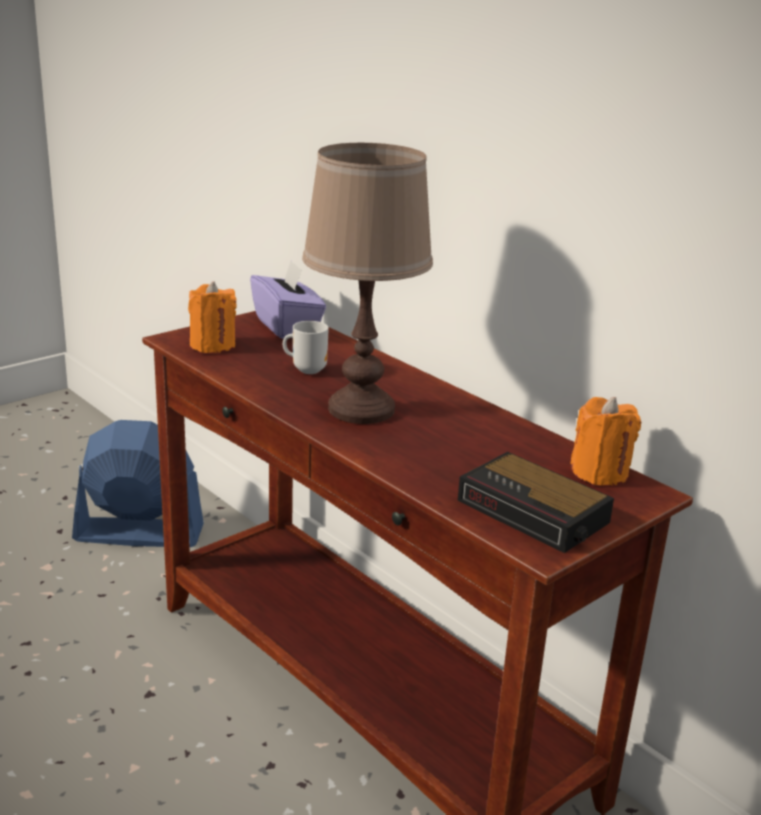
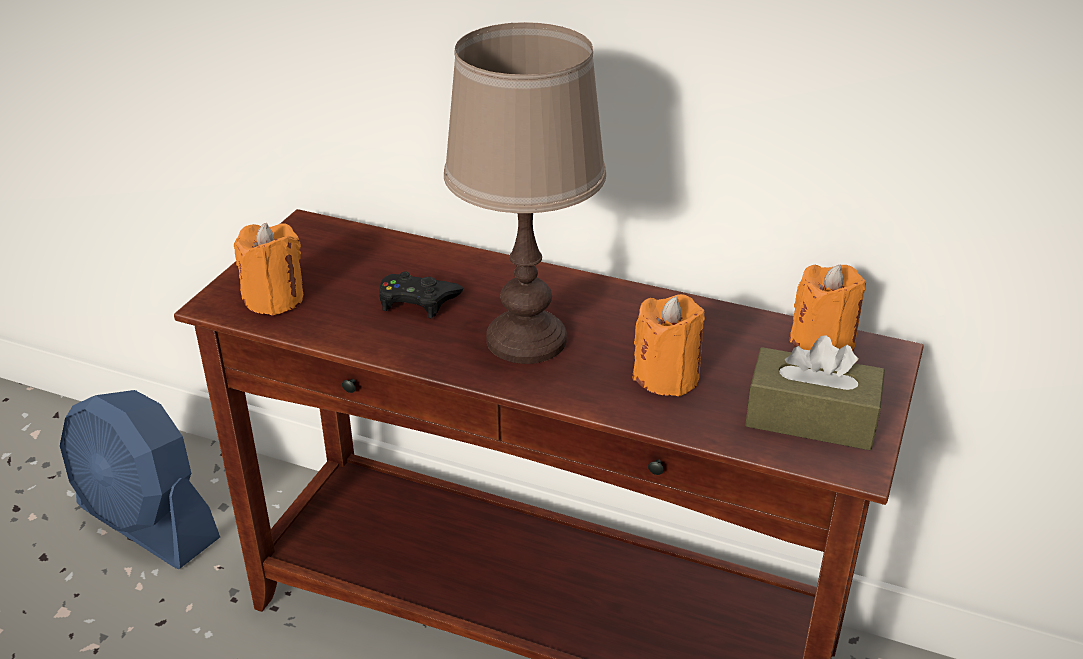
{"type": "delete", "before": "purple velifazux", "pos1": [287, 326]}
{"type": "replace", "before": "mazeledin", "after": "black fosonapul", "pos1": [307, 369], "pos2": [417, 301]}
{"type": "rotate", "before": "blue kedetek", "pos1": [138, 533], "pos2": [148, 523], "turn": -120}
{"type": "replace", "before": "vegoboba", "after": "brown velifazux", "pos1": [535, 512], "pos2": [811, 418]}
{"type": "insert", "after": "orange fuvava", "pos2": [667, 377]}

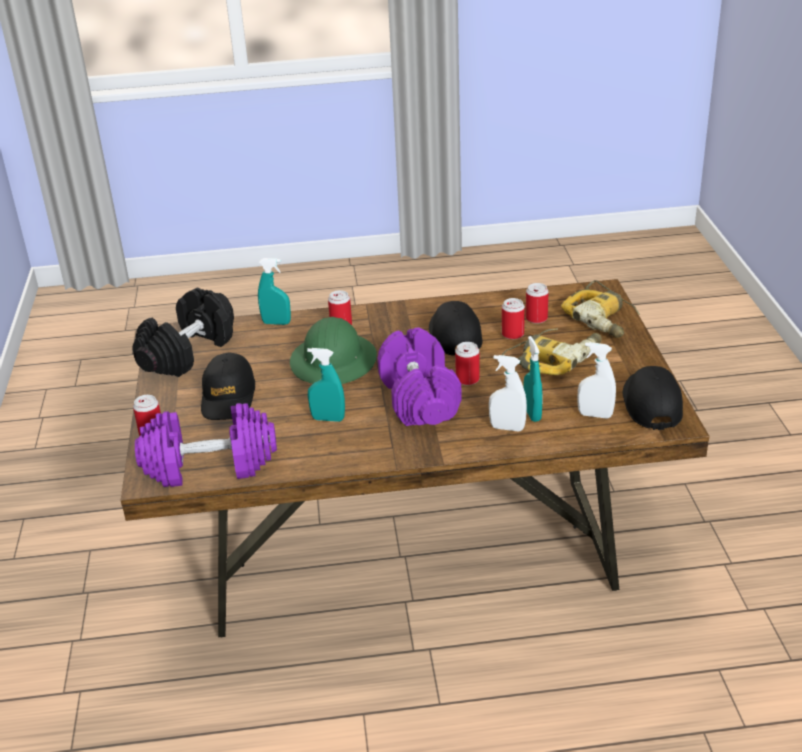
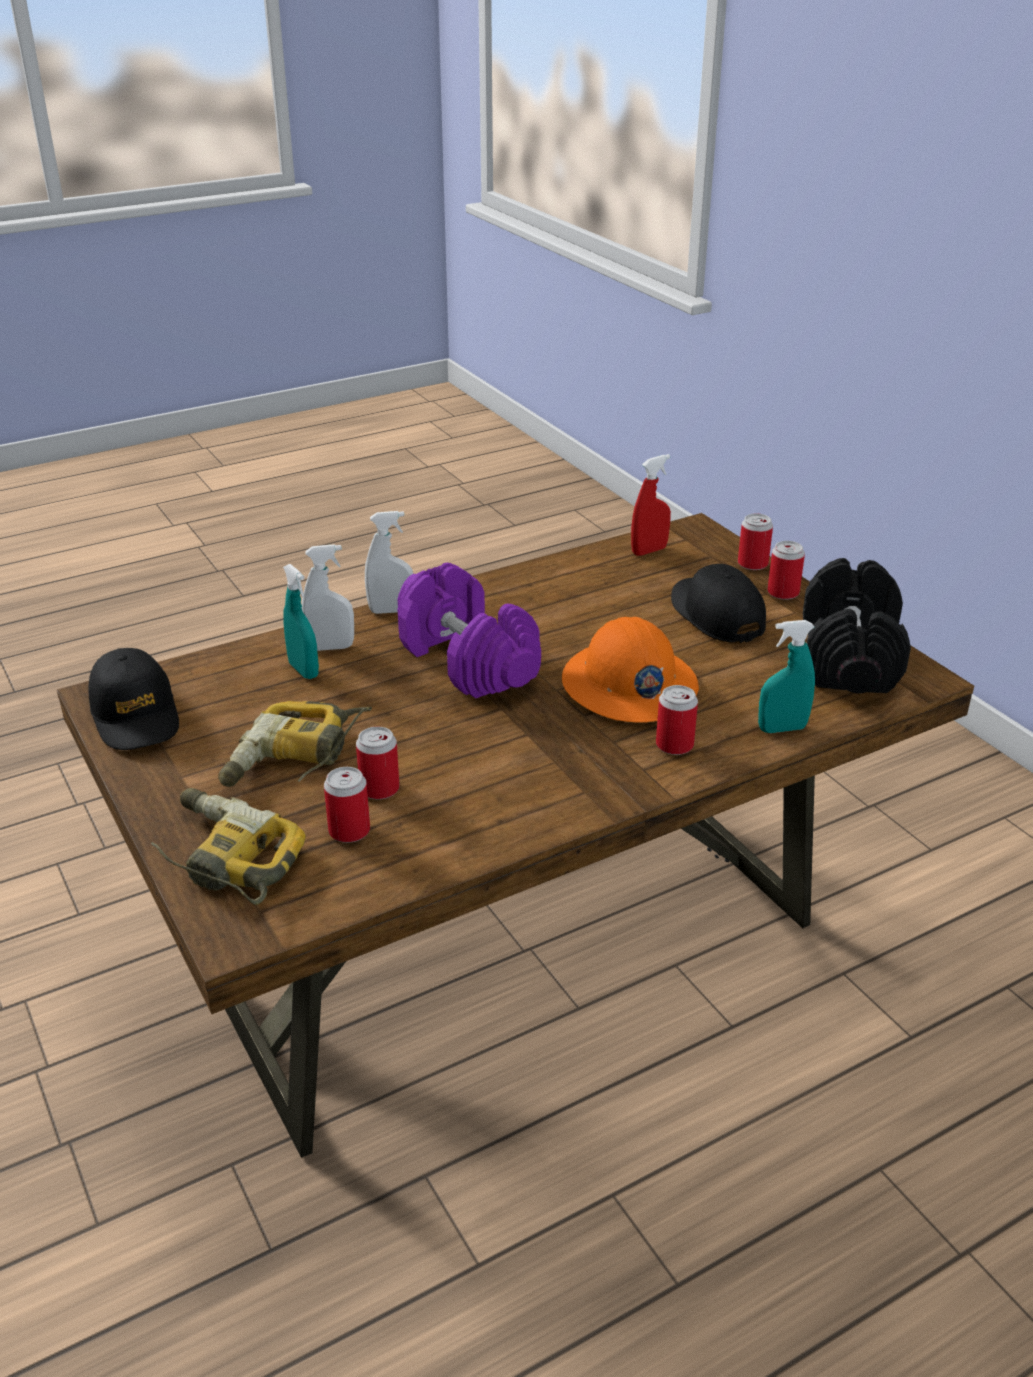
{"type": "delete", "before": "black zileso", "pos1": [454, 335]}
{"type": "recolor", "before": "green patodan", "after": "orange patodan", "pos1": [334, 361], "pos2": [628, 686]}
{"type": "move", "before": "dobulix", "pos1": [467, 379], "pos2": [783, 593]}
{"type": "move", "before": "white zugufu", "pos1": [595, 415], "pos2": [391, 611]}
{"type": "delete", "before": "turquoise zugufu", "pos1": [328, 419]}
{"type": "replace", "before": "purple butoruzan", "after": "red zugufu", "pos1": [210, 465], "pos2": [649, 551]}

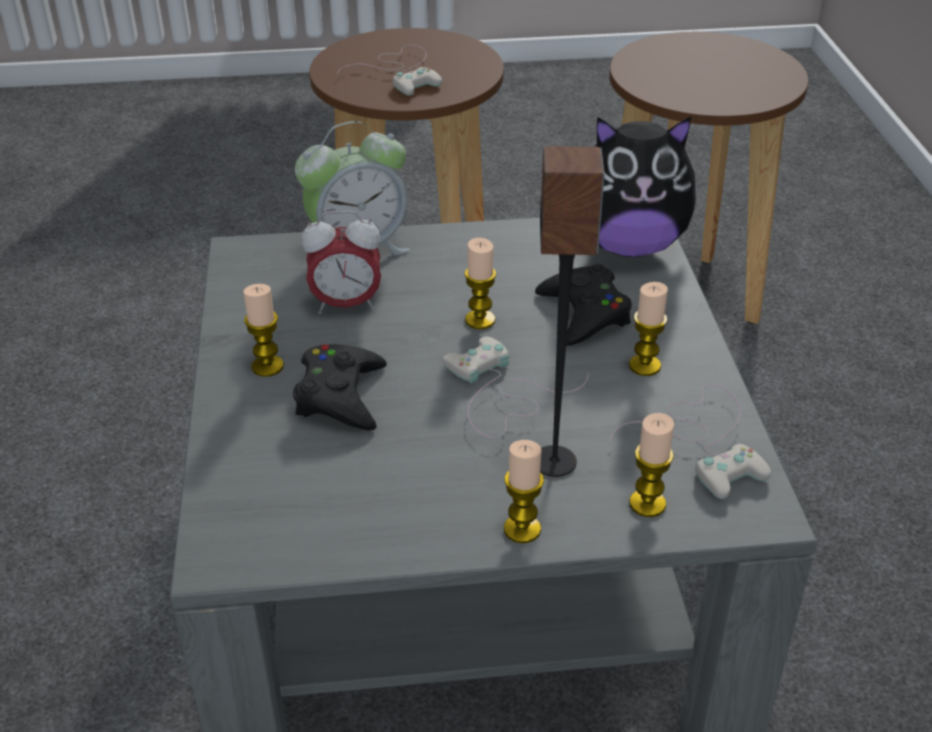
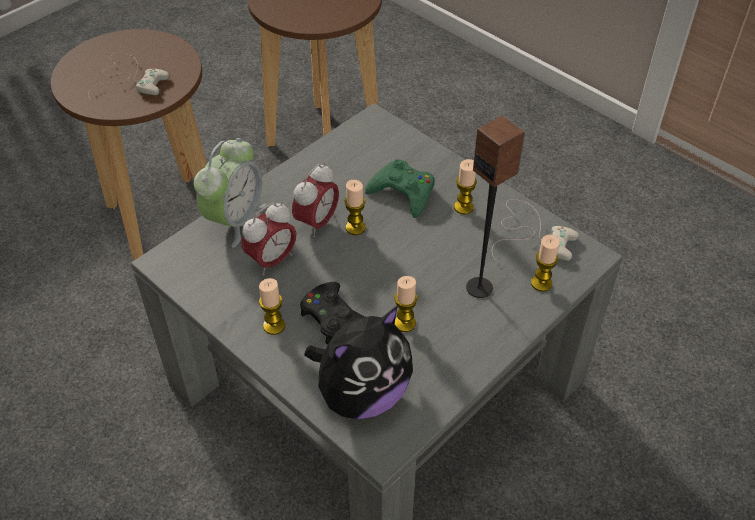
{"type": "move", "before": "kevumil", "pos1": [629, 246], "pos2": [362, 394]}
{"type": "recolor", "before": "black fosonapul", "after": "green fosonapul", "pos1": [584, 313], "pos2": [403, 192]}
{"type": "delete", "before": "white fosonapul", "pos1": [501, 394]}
{"type": "move", "before": "fuvava", "pos1": [522, 529], "pos2": [405, 323]}
{"type": "insert", "after": "vegoboba", "pos2": [317, 223]}

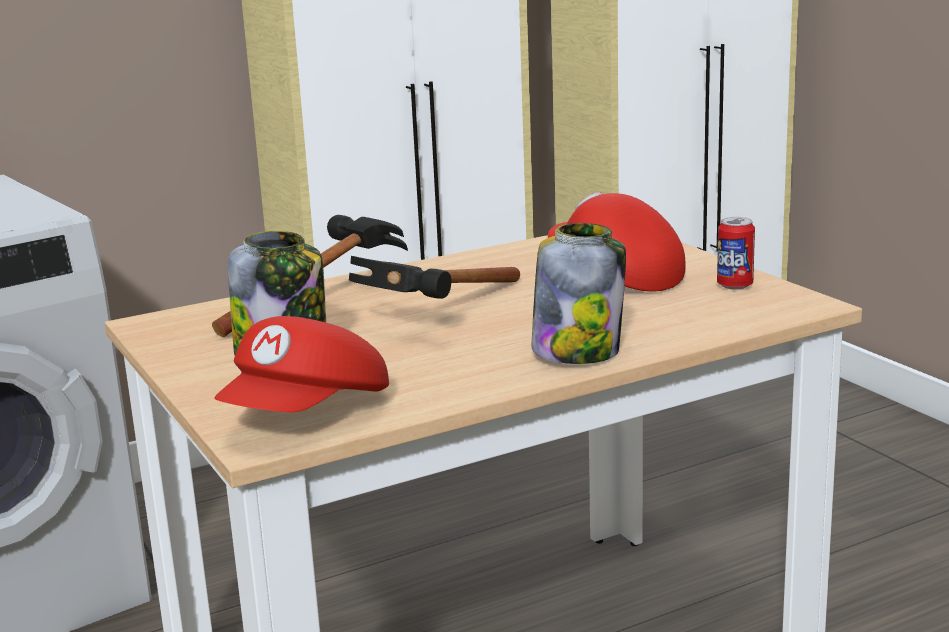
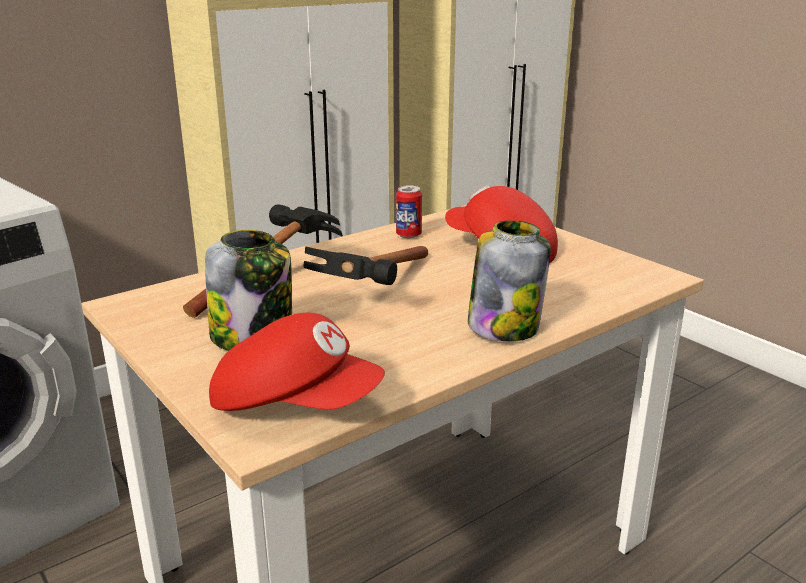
{"type": "move", "before": "dobulix", "pos1": [734, 285], "pos2": [408, 235]}
{"type": "rotate", "before": "red zileso", "pos1": [308, 414], "pos2": [296, 403], "turn": -90}

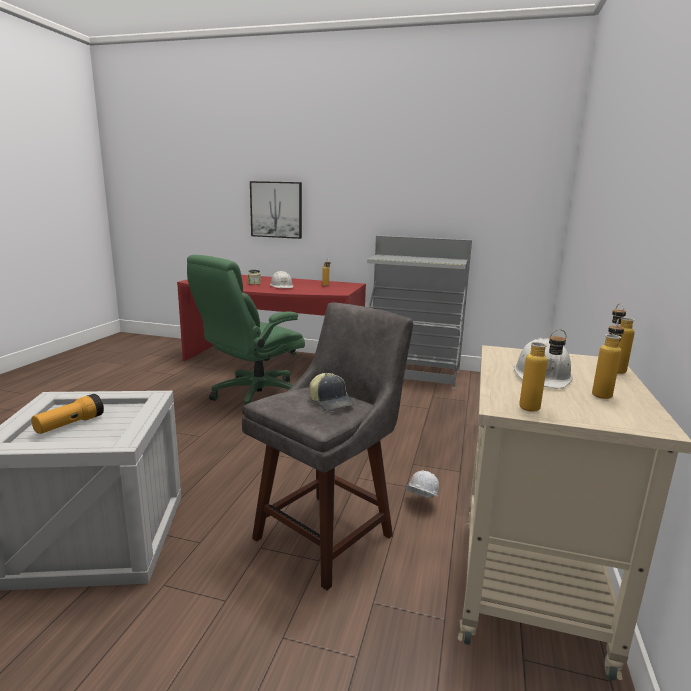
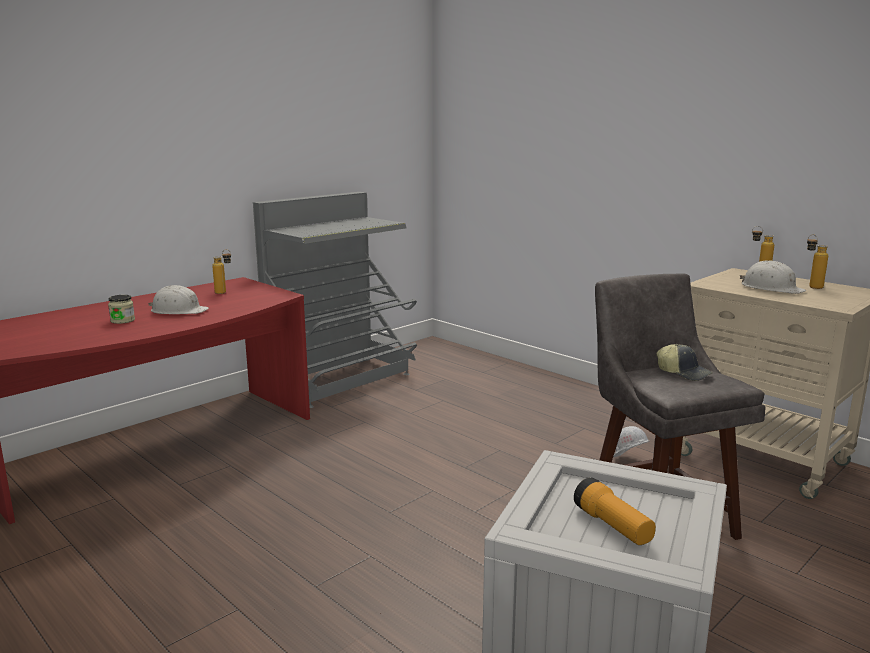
{"type": "delete", "before": "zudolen", "pos1": [276, 209]}
{"type": "delete", "before": "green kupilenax", "pos1": [252, 397]}
{"type": "delete", "before": "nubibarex", "pos1": [537, 407]}
{"type": "rotate", "before": "zileso", "pos1": [331, 402], "pos2": [684, 373], "turn": 45}

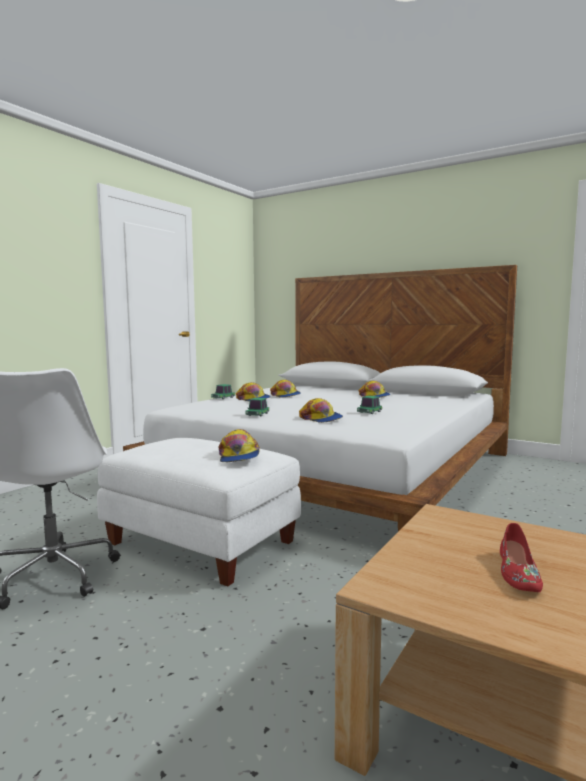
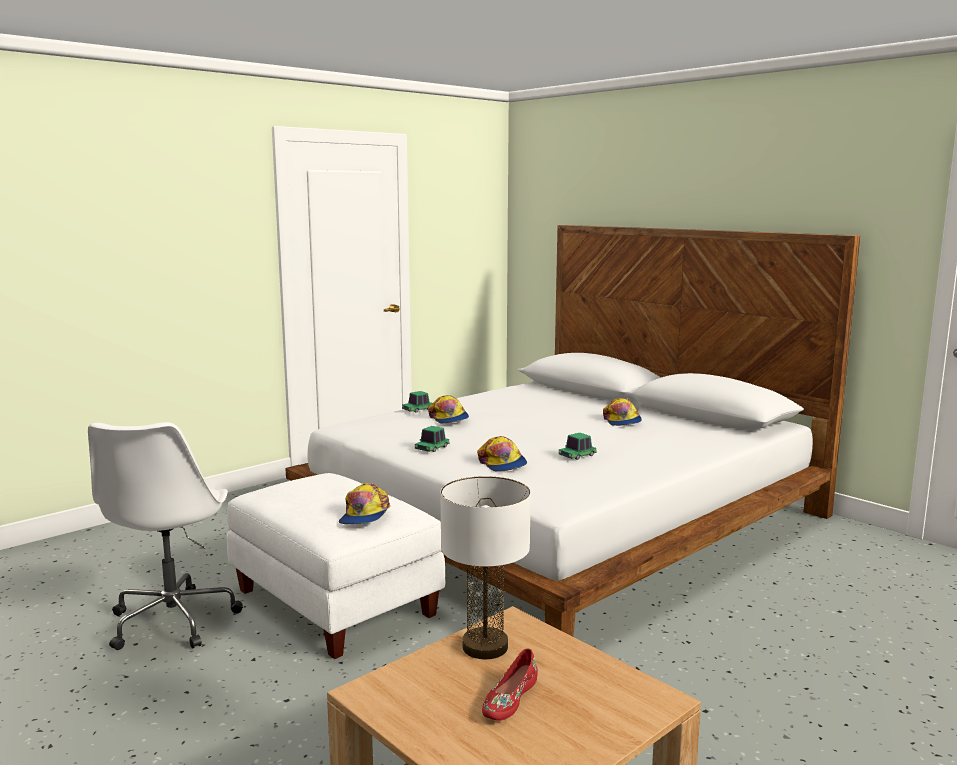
{"type": "delete", "before": "zileso", "pos1": [285, 395]}
{"type": "insert", "after": "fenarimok", "pos2": [485, 646]}

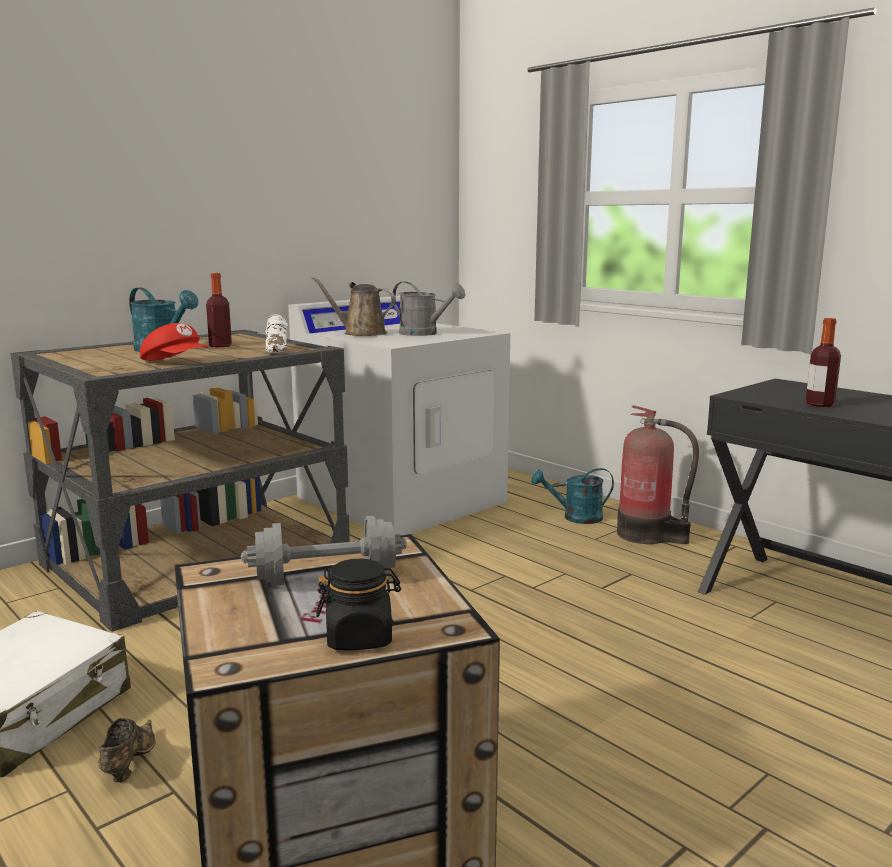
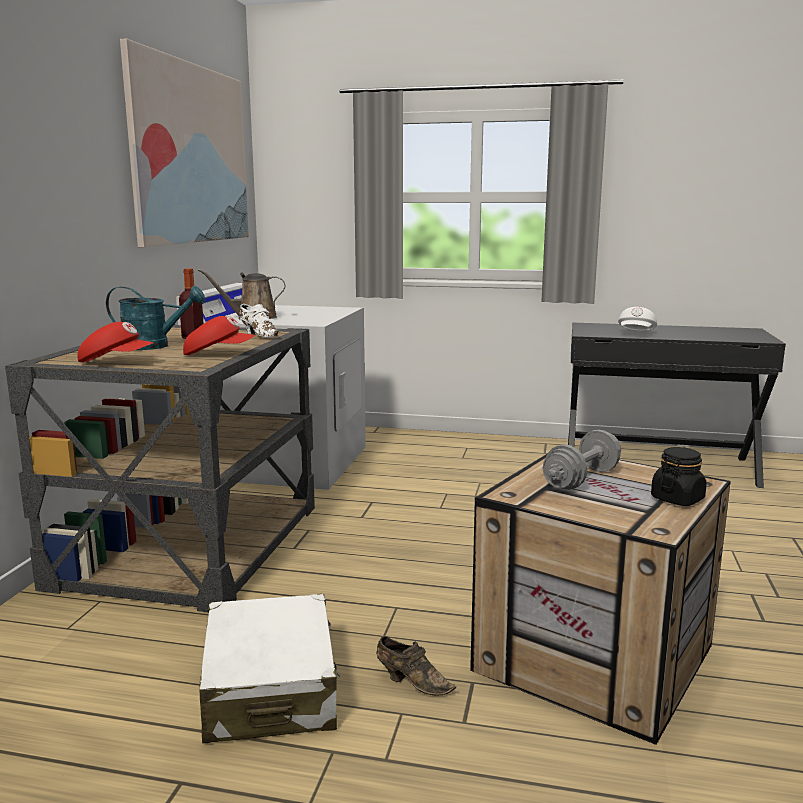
{"type": "delete", "before": "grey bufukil", "pos1": [424, 334]}
{"type": "replace", "before": "nubibarex", "after": "white zileso", "pos1": [820, 404], "pos2": [636, 333]}
{"type": "delete", "before": "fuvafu", "pos1": [647, 535]}
{"type": "delete", "before": "turquoise bufukil", "pos1": [575, 518]}
{"type": "rotate", "before": "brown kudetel", "pos1": [128, 764], "pos2": [412, 682], "turn": 150}
{"type": "insert", "after": "zudolen", "pos2": [191, 154]}
{"type": "insert", "after": "red zileso", "pos2": [116, 362]}

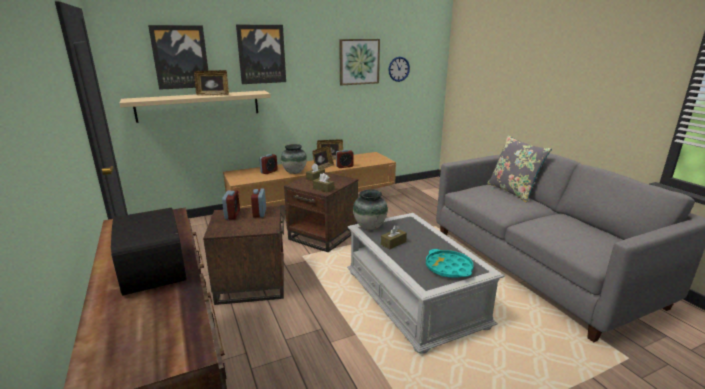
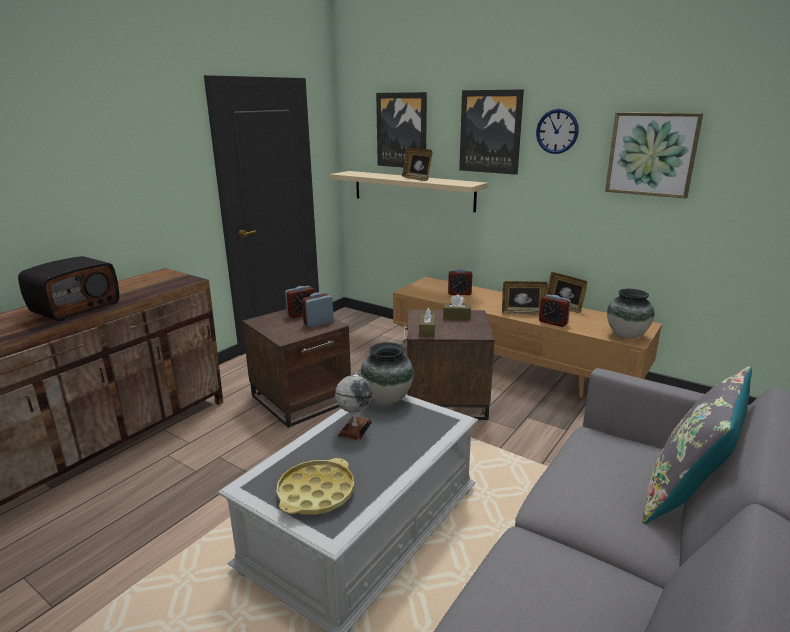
{"type": "move", "before": "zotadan", "pos1": [399, 69], "pos2": [557, 131]}
{"type": "move", "before": "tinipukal", "pos1": [294, 172], "pos2": [626, 336]}
{"type": "replace", "before": "brown velifazux", "after": "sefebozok", "pos1": [393, 243], "pos2": [355, 428]}
{"type": "recolor", "before": "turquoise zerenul", "after": "yellow zerenul", "pos1": [448, 268], "pos2": [316, 493]}

